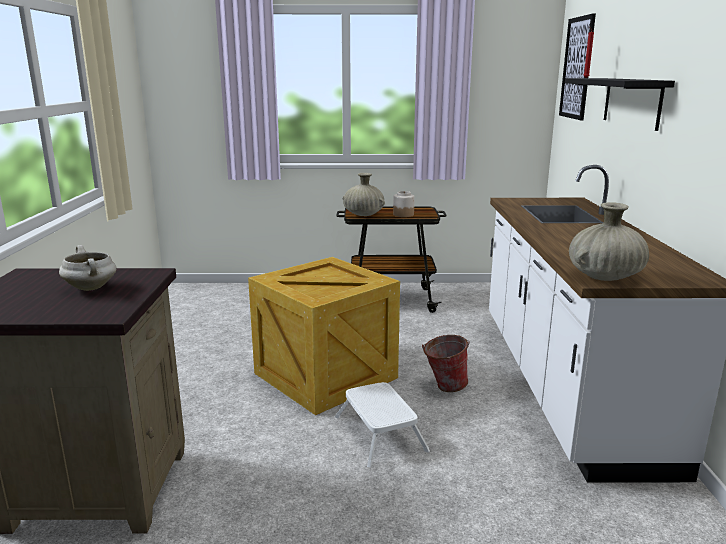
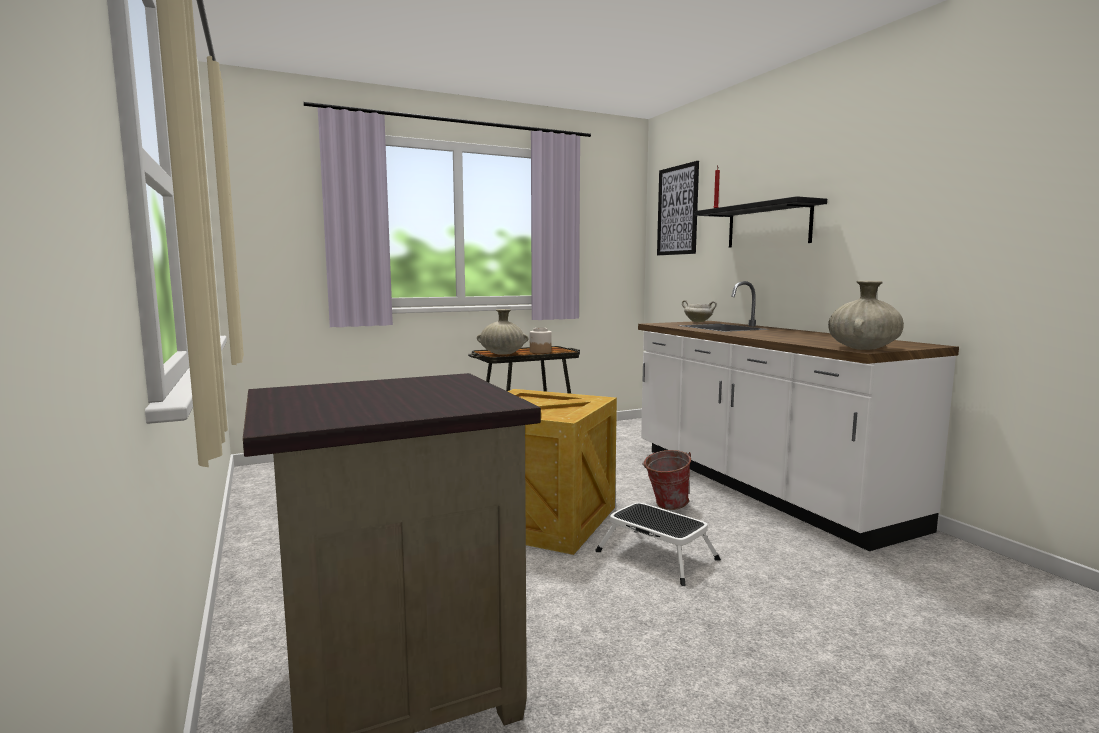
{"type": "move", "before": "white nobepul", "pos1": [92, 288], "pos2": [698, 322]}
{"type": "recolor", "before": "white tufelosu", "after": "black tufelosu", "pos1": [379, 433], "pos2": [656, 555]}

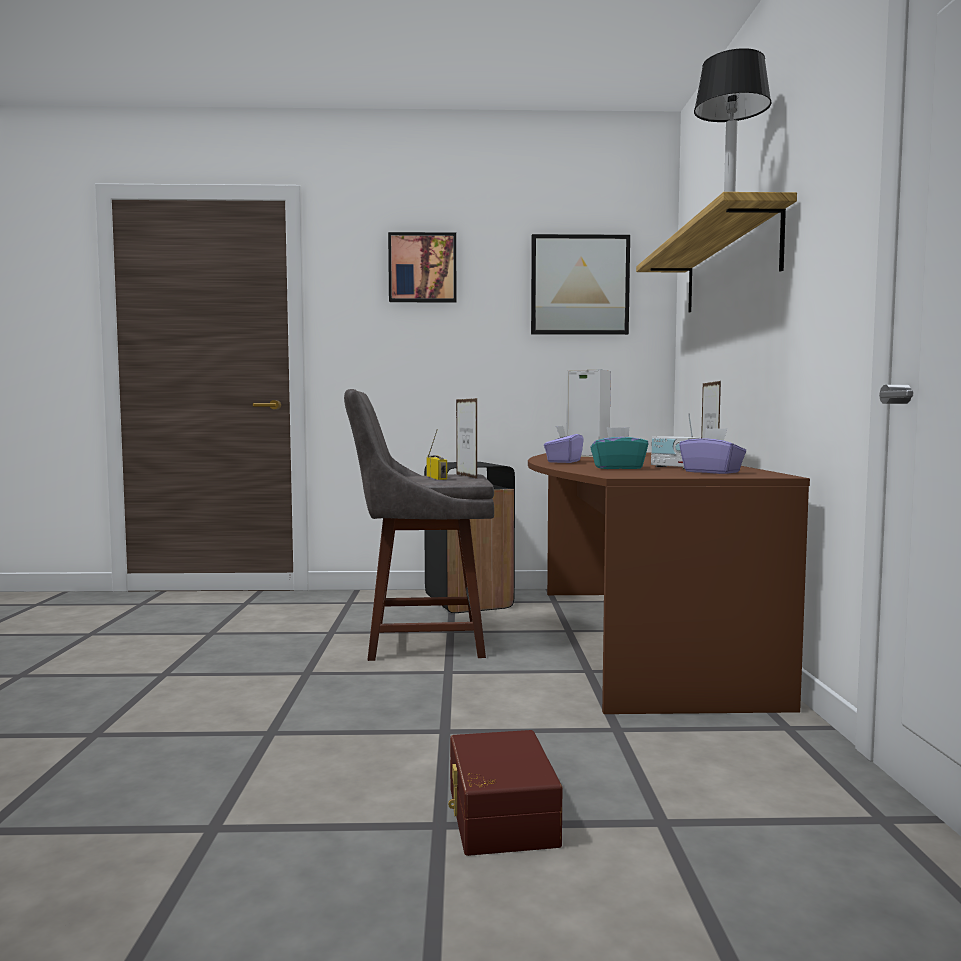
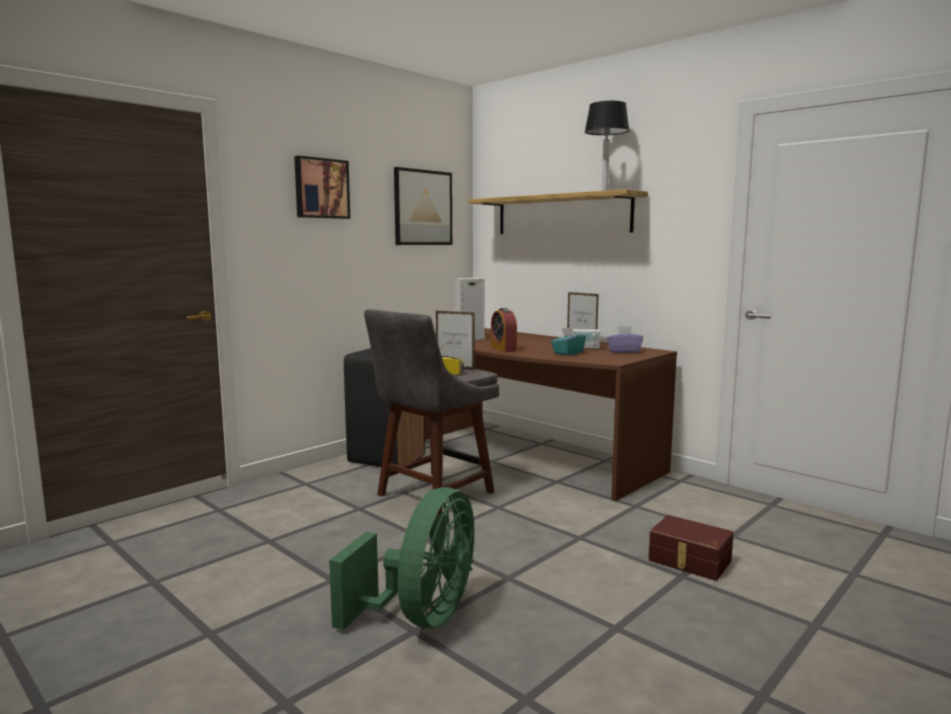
{"type": "replace", "before": "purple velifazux", "after": "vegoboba", "pos1": [563, 462], "pos2": [503, 349]}
{"type": "insert", "after": "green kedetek", "pos2": [421, 616]}

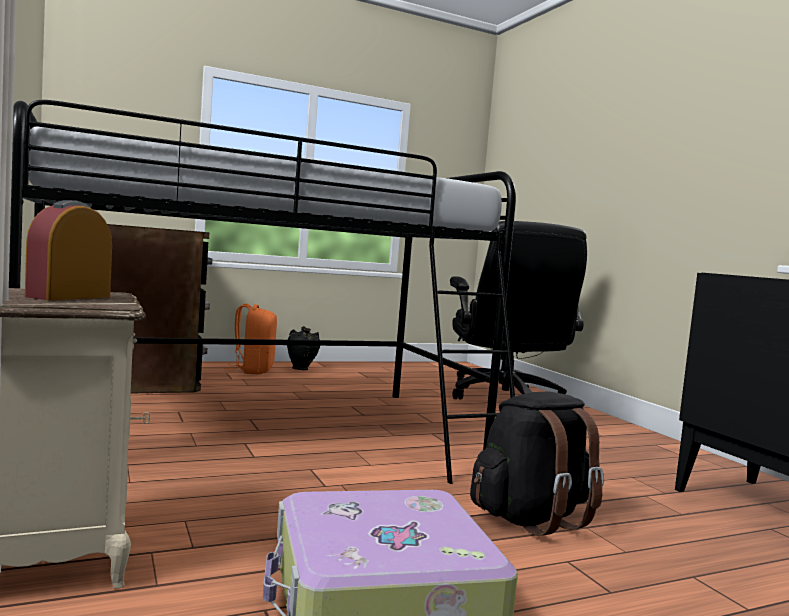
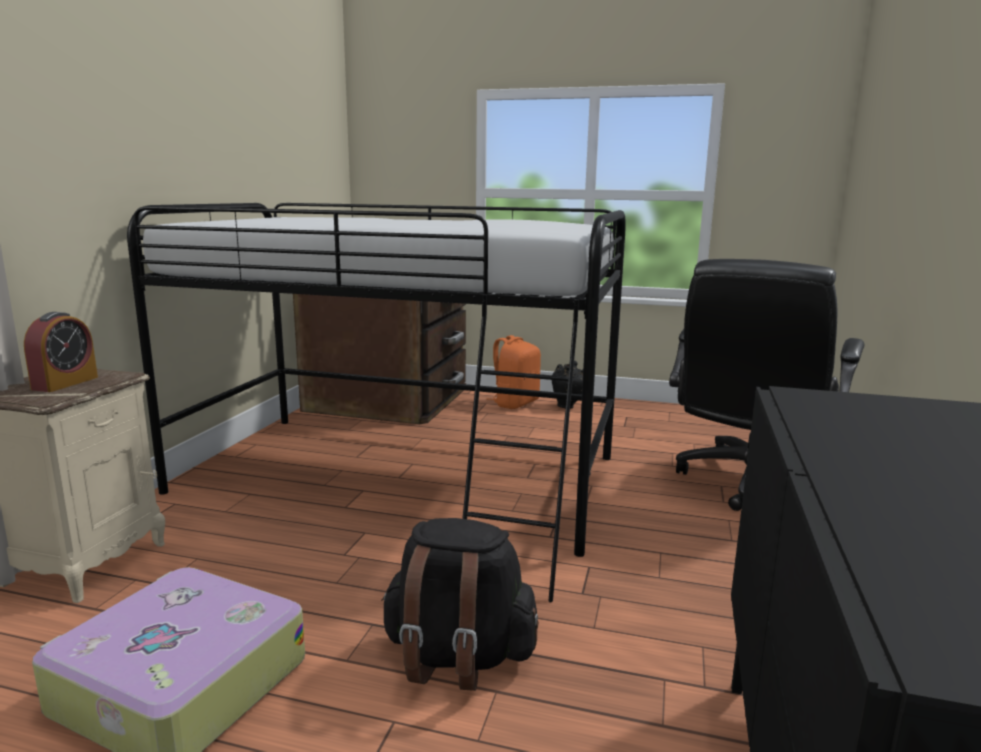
{"type": "rotate", "before": "vegoboba", "pos1": [69, 297], "pos2": [65, 383], "turn": 135}

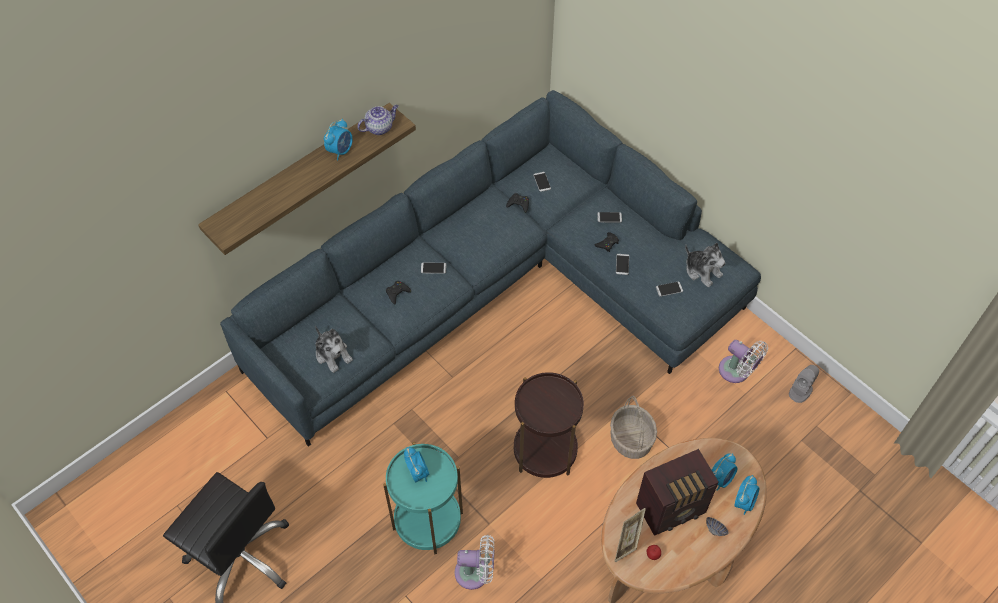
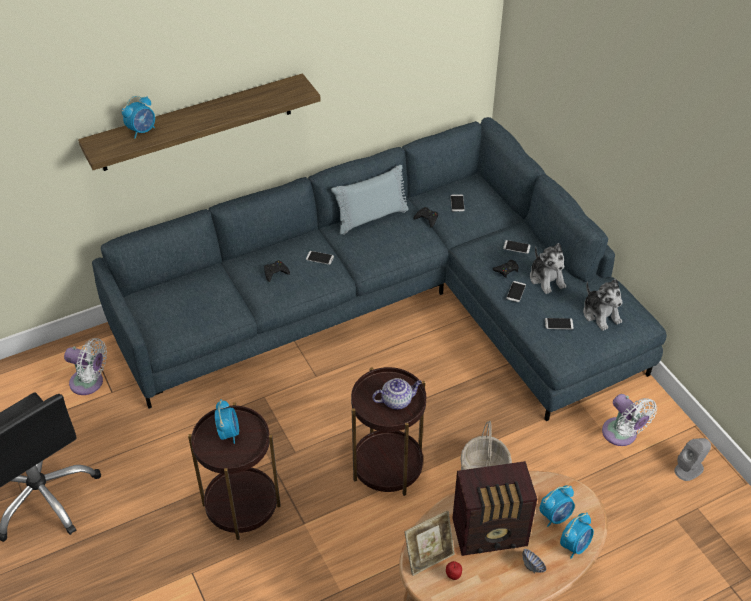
{"type": "move", "before": "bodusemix", "pos1": [379, 127], "pos2": [397, 401]}
{"type": "move", "before": "vegoboba", "pos1": [340, 150], "pos2": [142, 131]}
{"type": "move", "before": "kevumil", "pos1": [333, 354], "pos2": [546, 279]}
{"type": "recolor", "before": "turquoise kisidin", "after": "brown kisidin", "pos1": [427, 521], "pos2": [241, 505]}
{"type": "rotate", "before": "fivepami", "pos1": [627, 544], "pos2": [429, 557], "turn": -150}
{"type": "move", "before": "white kedetek", "pos1": [476, 573], "pos2": [89, 383]}
{"type": "insert", "after": "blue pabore", "pos2": [371, 217]}

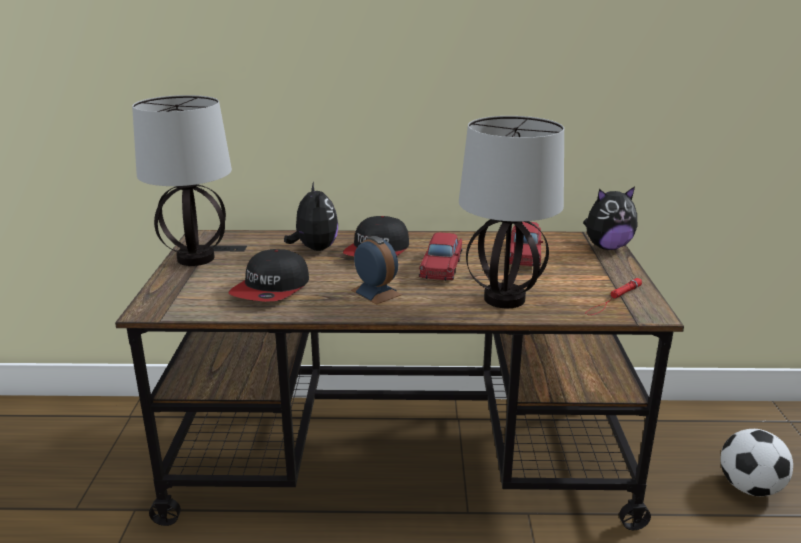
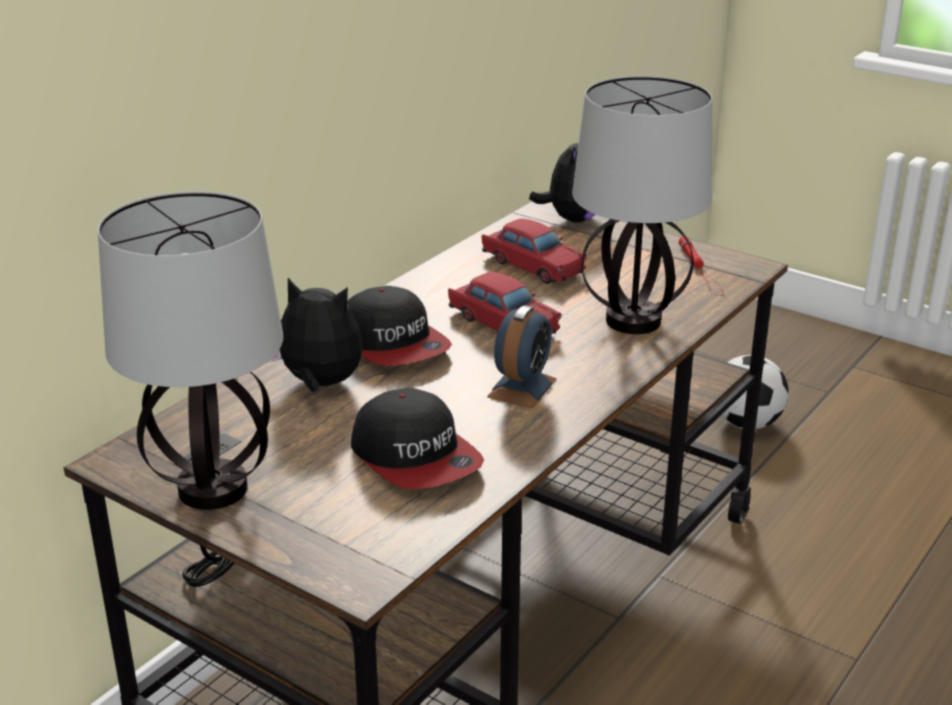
{"type": "rotate", "before": "vegoboba", "pos1": [376, 292], "pos2": [522, 388], "turn": 120}

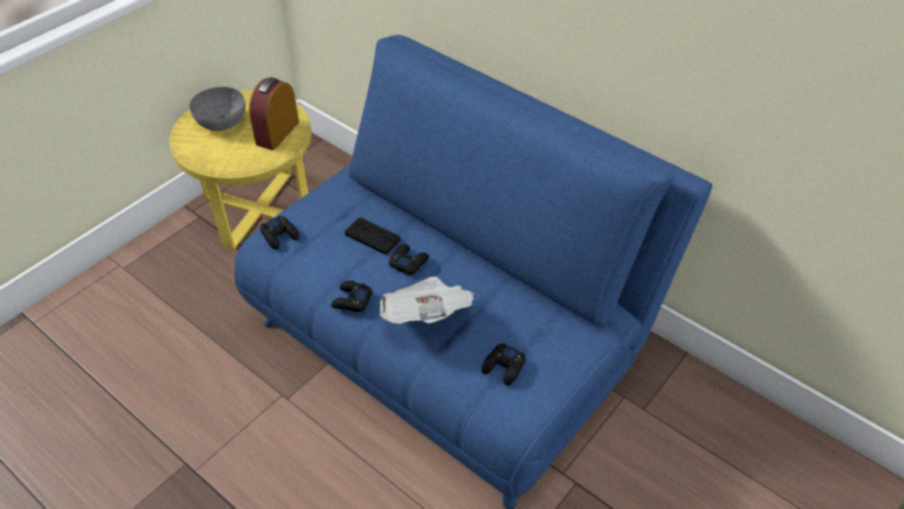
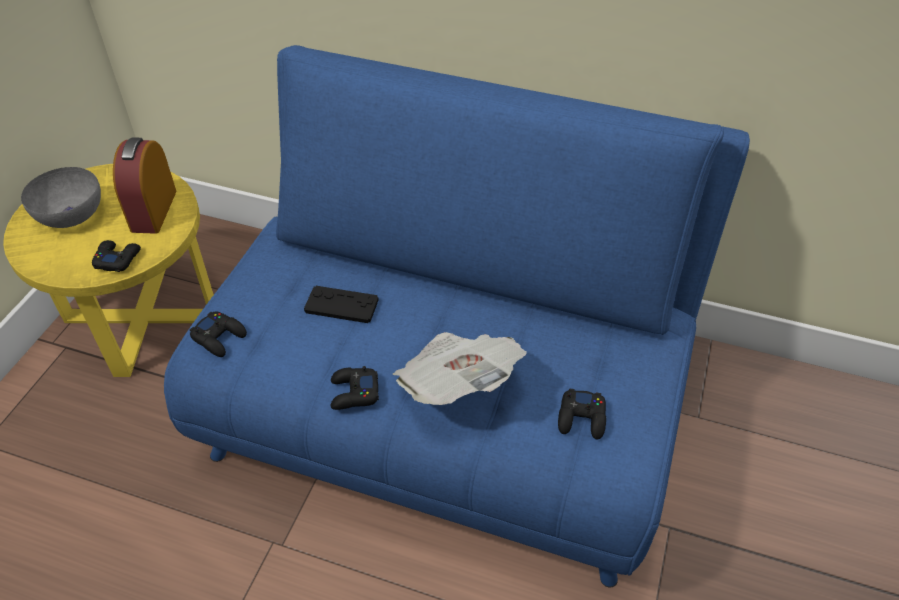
{"type": "move", "before": "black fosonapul", "pos1": [408, 262], "pos2": [117, 259]}

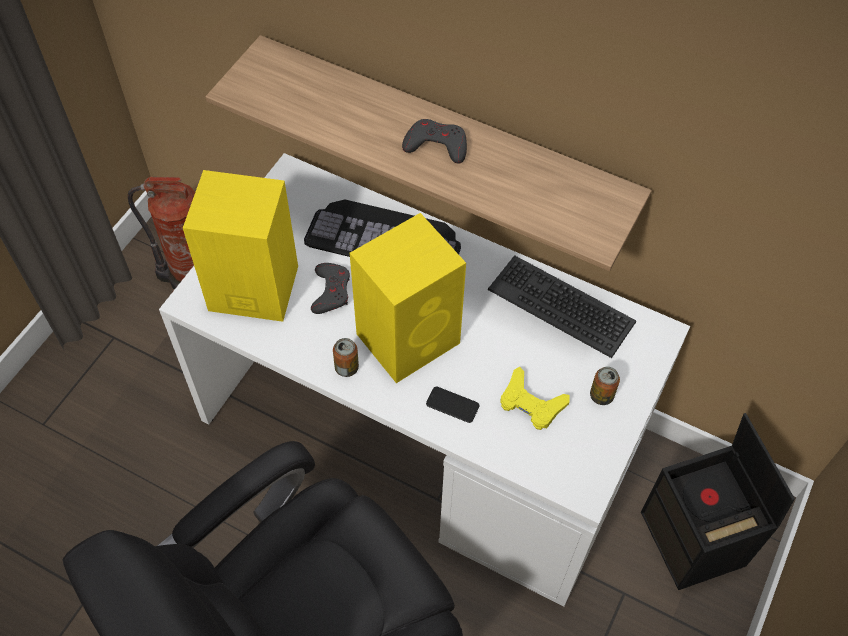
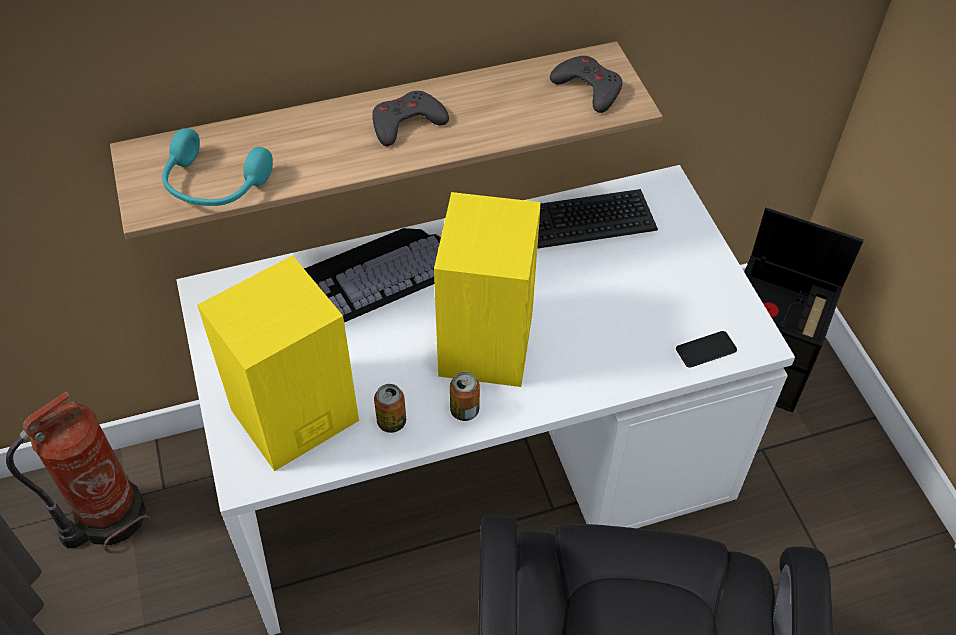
{"type": "move", "before": "grey fosonapul", "pos1": [331, 291], "pos2": [588, 88]}
{"type": "move", "before": "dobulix", "pos1": [601, 395], "pos2": [391, 422]}
{"type": "delete", "before": "yellow fosonapul", "pos1": [531, 403]}
{"type": "move", "before": "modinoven", "pos1": [452, 405], "pos2": [706, 350]}
{"type": "insert", "after": "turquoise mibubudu", "pos2": [213, 185]}

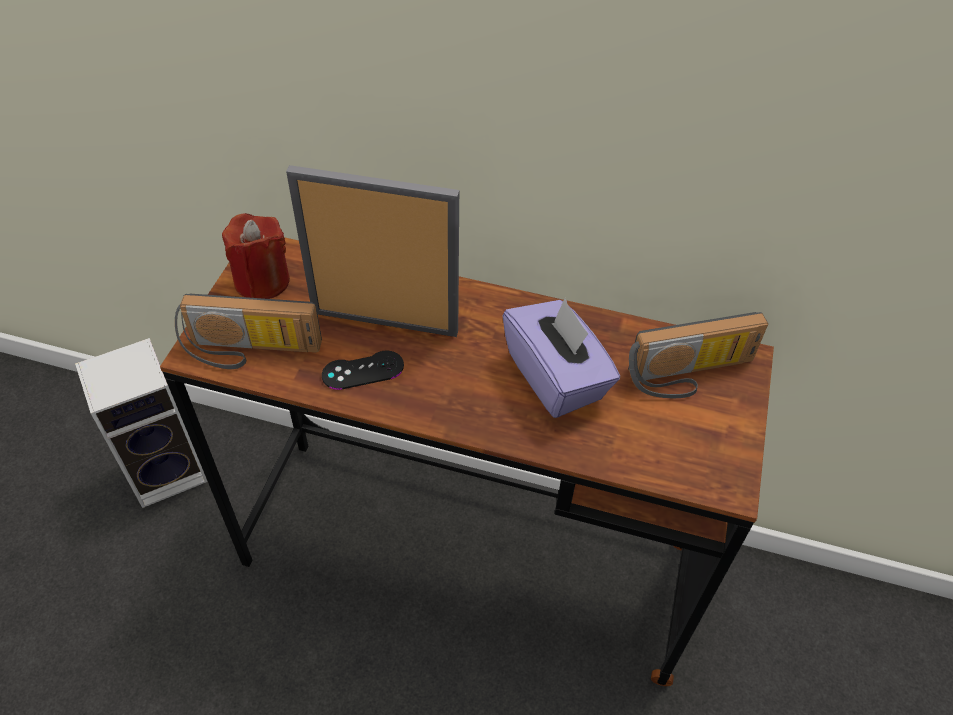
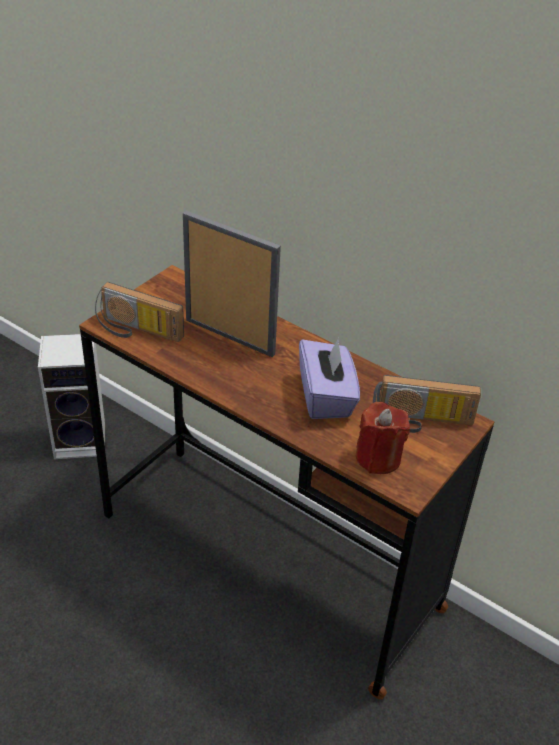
{"type": "move", "before": "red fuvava", "pos1": [262, 281], "pos2": [378, 458]}
{"type": "delete", "before": "black fosonapul", "pos1": [363, 370]}

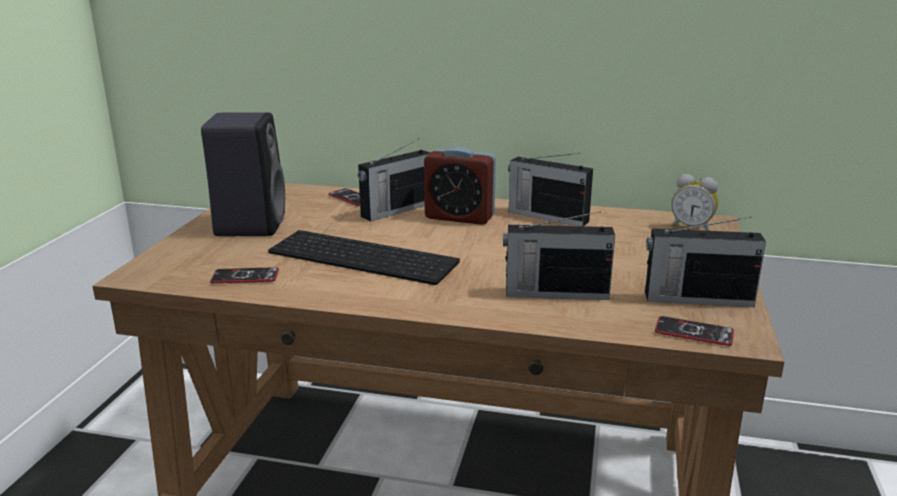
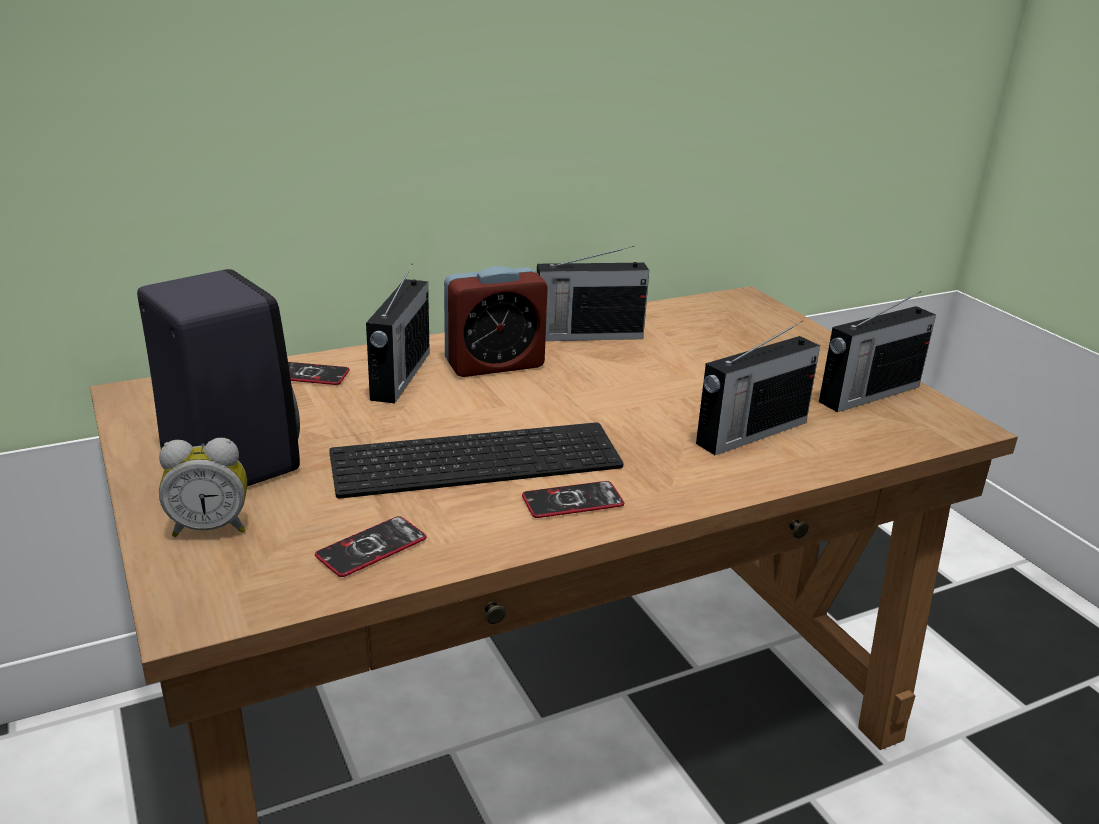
{"type": "move", "before": "vegoboba", "pos1": [691, 227], "pos2": [210, 527]}
{"type": "move", "before": "modinoven", "pos1": [693, 332], "pos2": [572, 501]}

